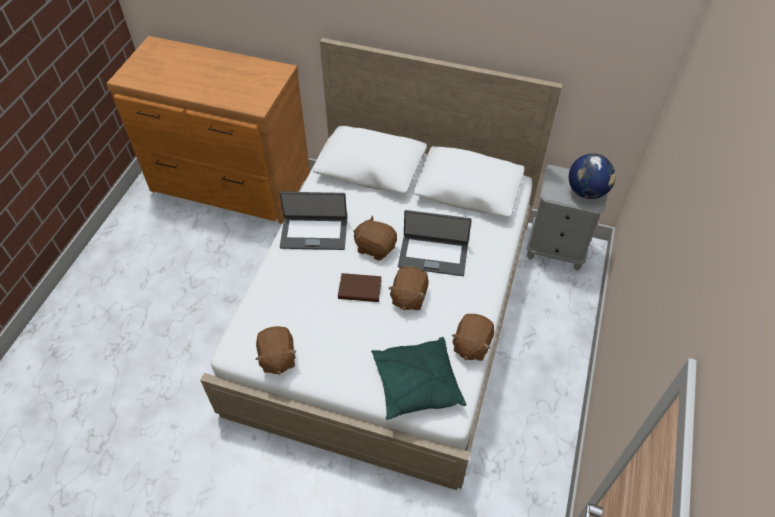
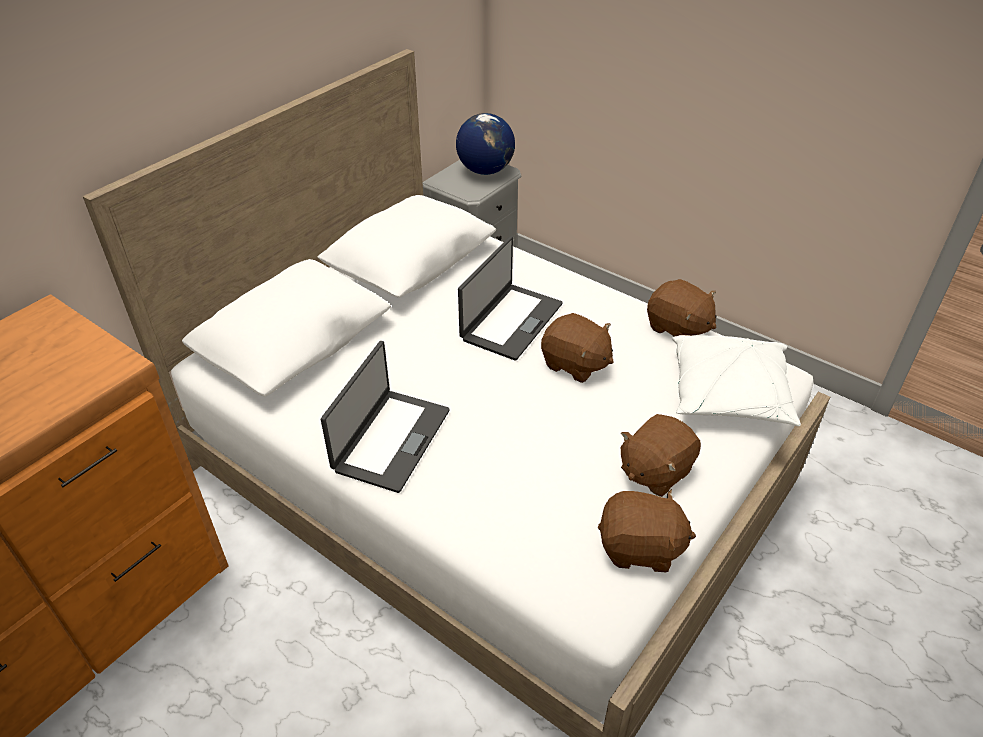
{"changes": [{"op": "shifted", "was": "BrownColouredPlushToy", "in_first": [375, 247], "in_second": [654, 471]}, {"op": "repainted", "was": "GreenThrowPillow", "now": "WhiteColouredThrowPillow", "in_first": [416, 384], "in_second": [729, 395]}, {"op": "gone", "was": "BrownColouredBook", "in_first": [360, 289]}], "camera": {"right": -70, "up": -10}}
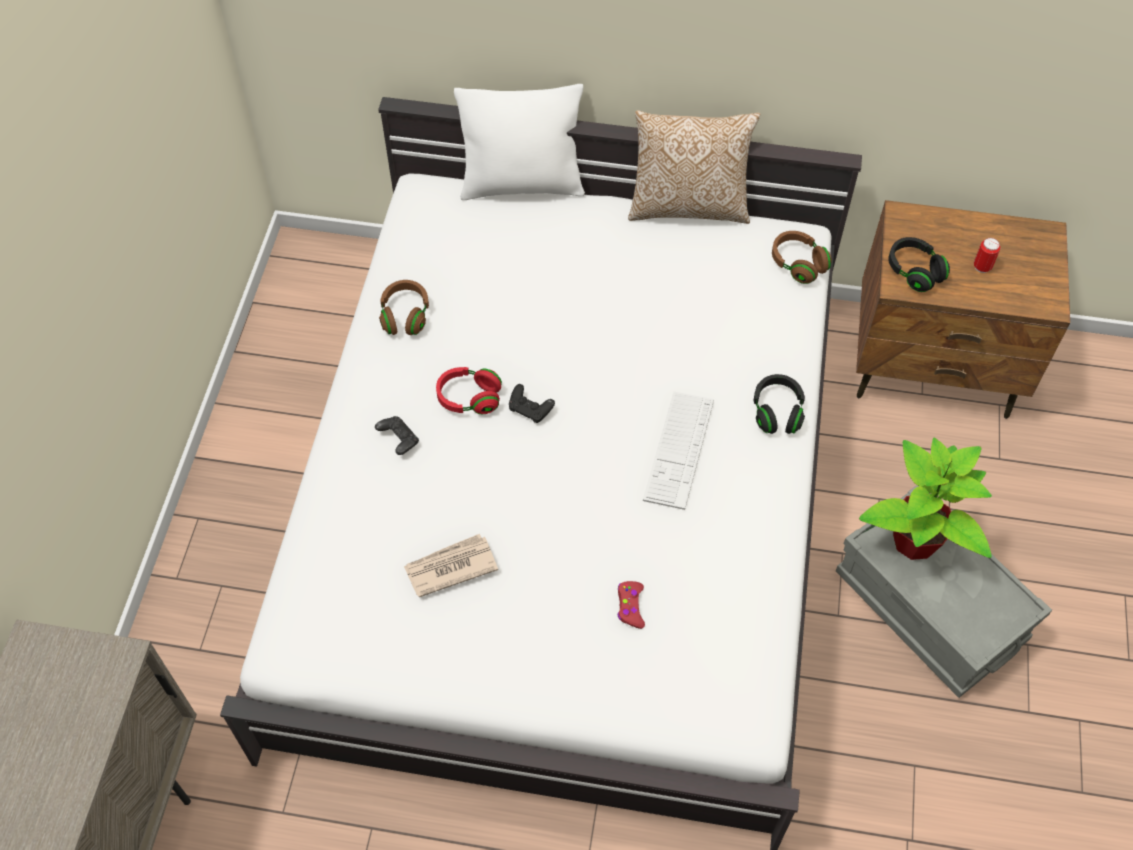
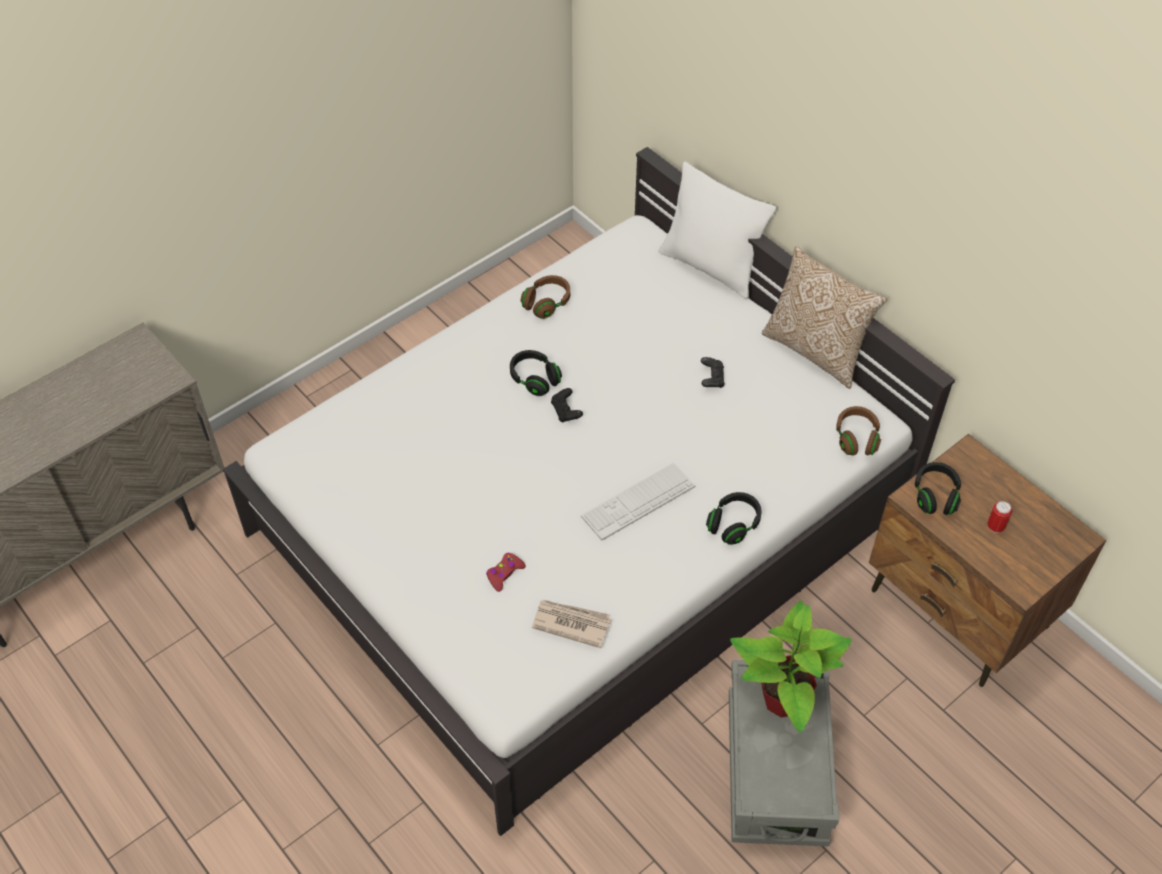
{"changes": [{"op": "repainted", "was": "ReddishPairOfHeadphones", "now": "BlackColouredPairOfHeadphones", "in_first": [469, 398], "in_second": [534, 379]}, {"op": "shifted", "was": "DailyPaper", "in_first": [450, 567], "in_second": [571, 623]}, {"op": "shifted", "was": "BlackColouredGamepad", "in_first": [399, 440], "in_second": [712, 379]}], "camera": {"right": 40, "up": -5}}
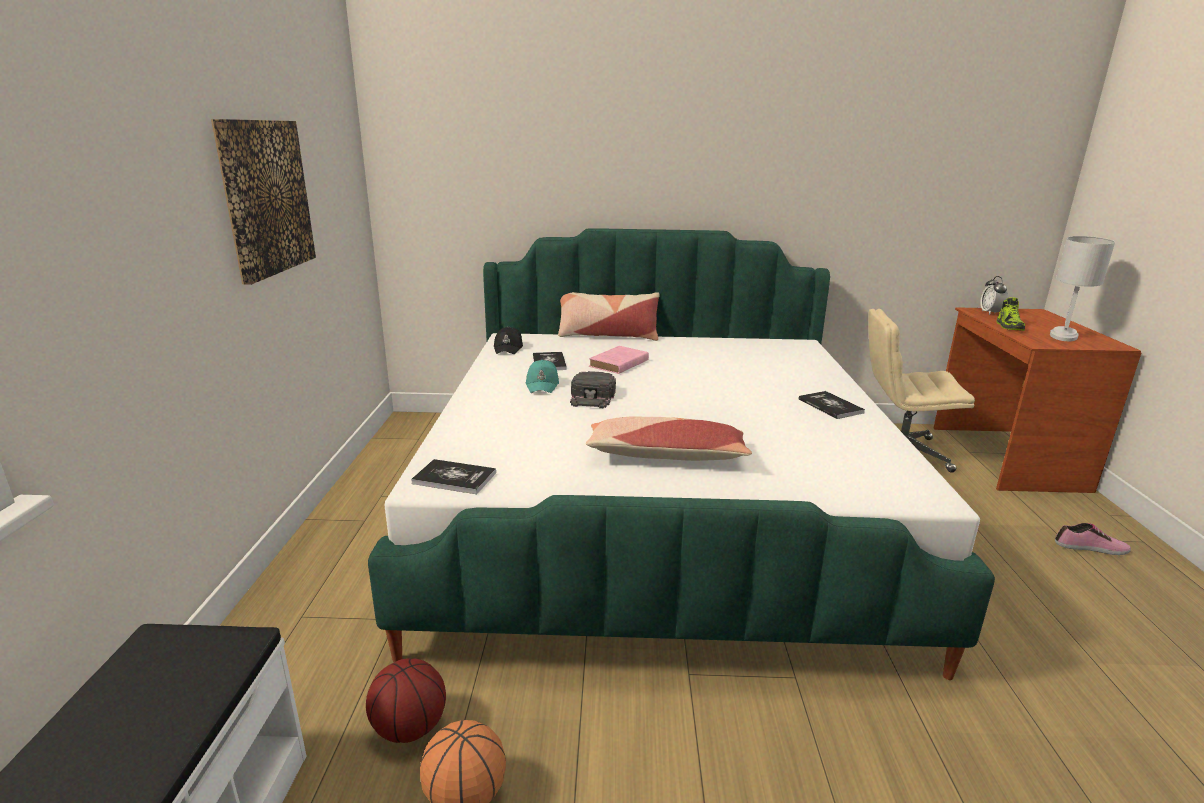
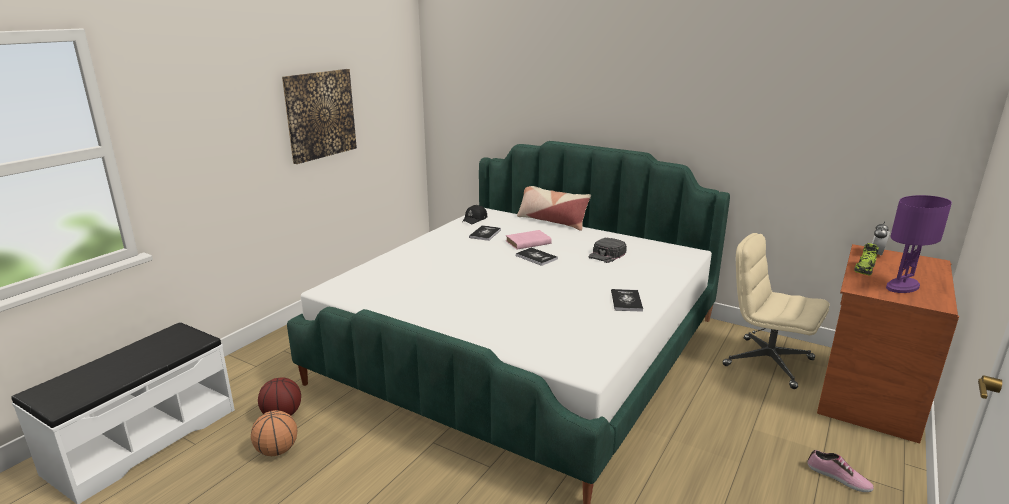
{"changes": [{"op": "shifted", "was": "Book", "in_first": [454, 478], "in_second": [536, 257]}, {"op": "shifted", "was": "BlackColouredPeakedCap", "in_first": [592, 396], "in_second": [607, 254]}, {"op": "repainted", "was": "WhiteColouredLampForATable", "now": "PurpleLampForATable", "in_first": [1064, 336], "in_second": [902, 287]}, {"op": "gone", "was": "TurquoisePeakedCap", "in_first": [543, 385]}, {"op": "gone", "was": "ThrowPillow", "in_first": [665, 455]}], "camera": {"right": 30, "up": 0}}
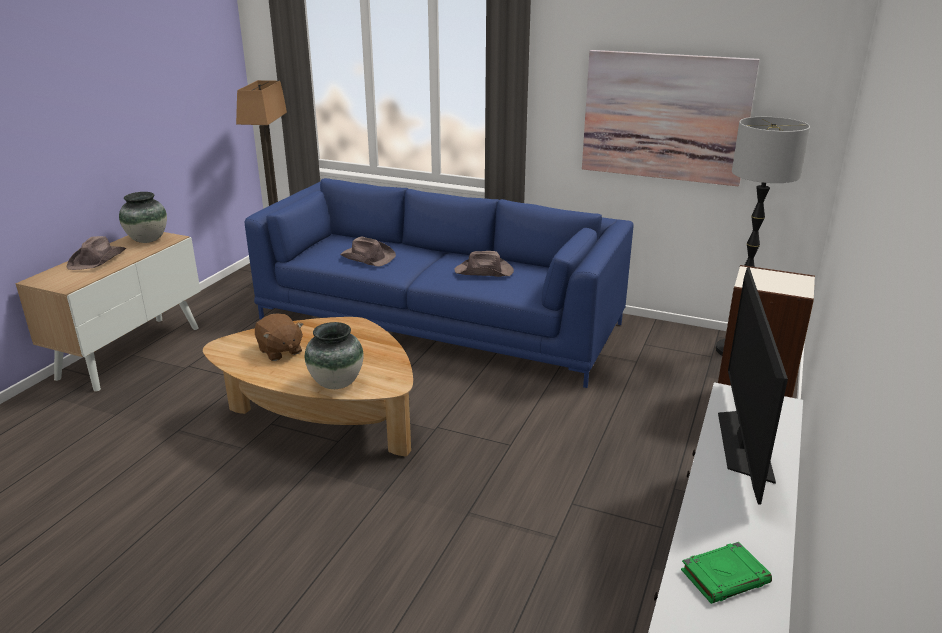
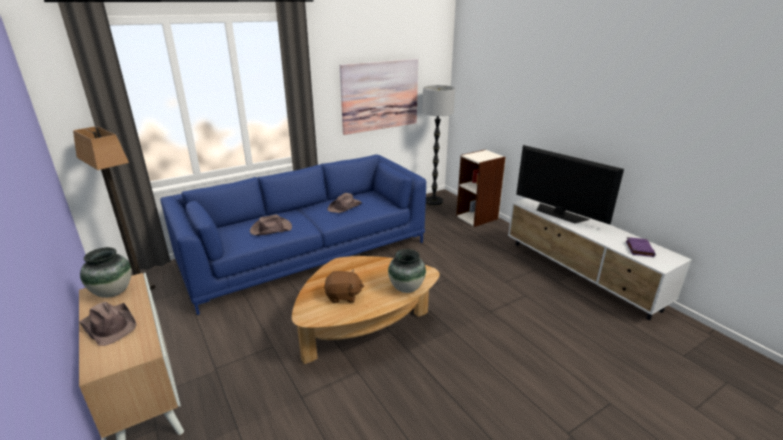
{"changes": [{"op": "repainted", "was": "GreenBook", "now": "PurpleBook", "in_first": [725, 576], "in_second": [639, 249]}], "camera": {"right": -55, "up": 0}}
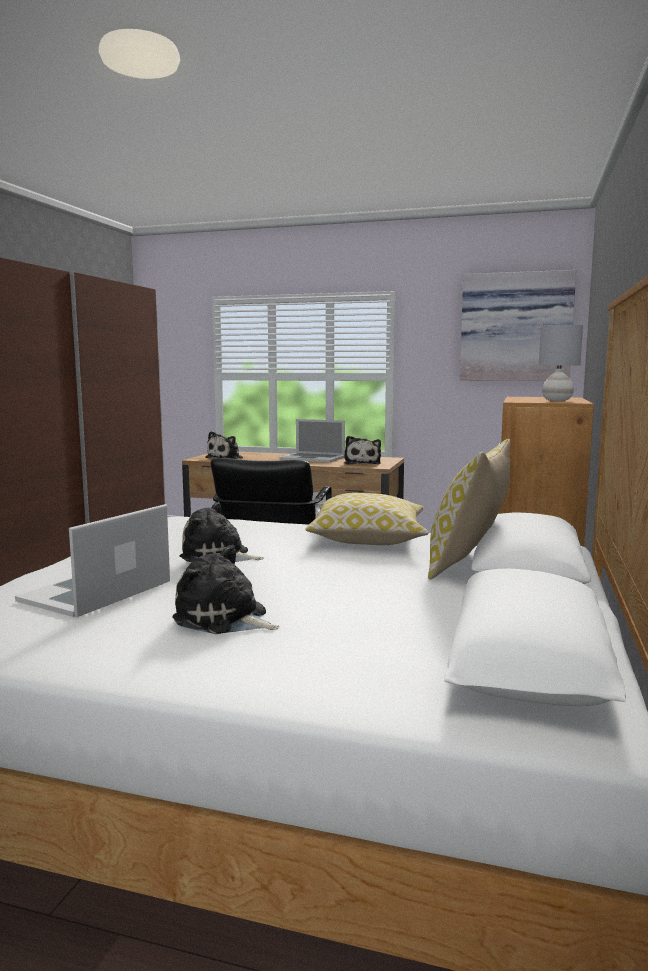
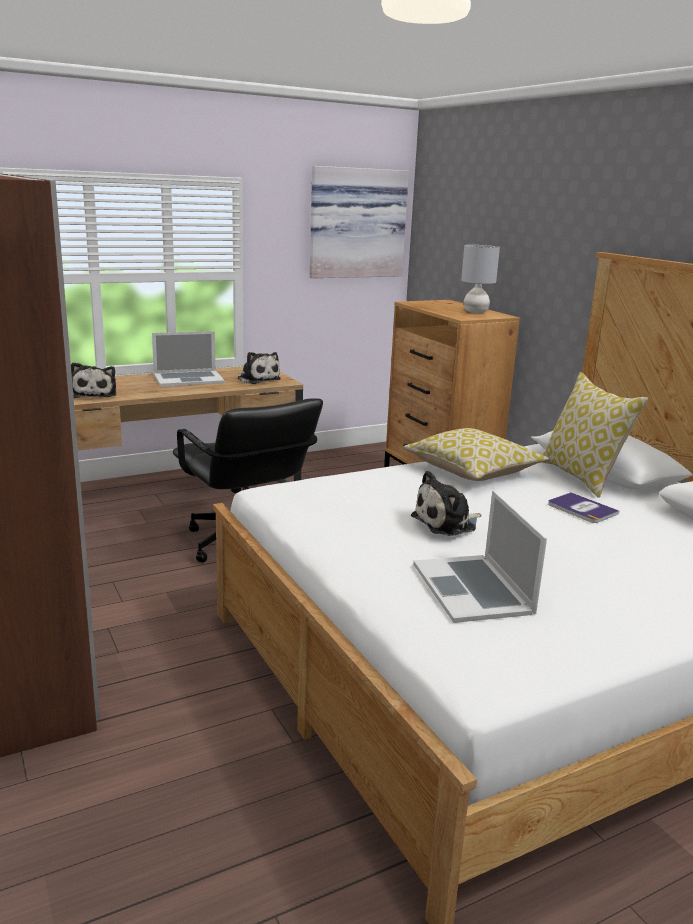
{"changes": [{"op": "new", "now": "Book", "in_second": [582, 509]}, {"op": "gone", "was": "PlushToy", "in_first": [224, 619]}], "camera": {"right": -45, "up": 10}}
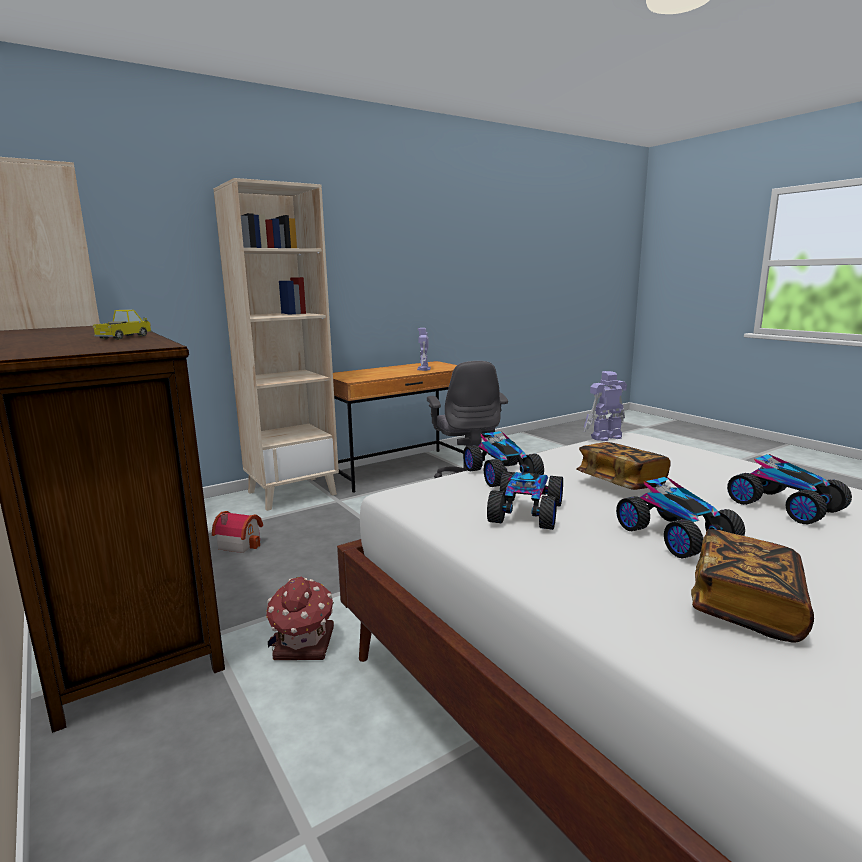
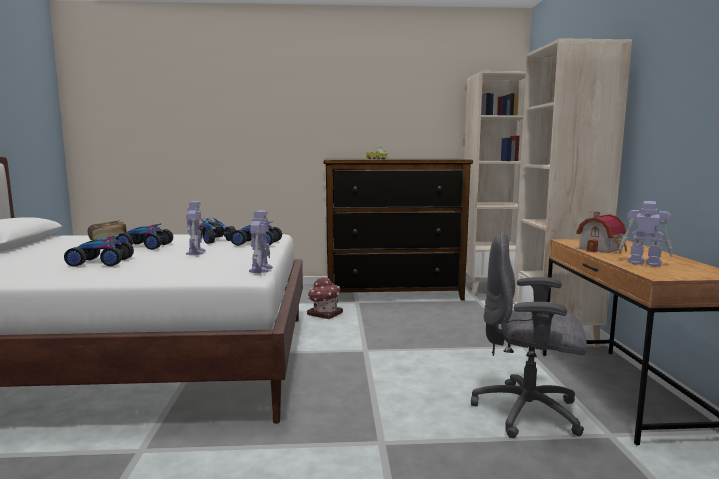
{"changes": [{"op": "swapped", "was": "Book", "now": "RobotFigure", "in_first": [621, 482], "in_second": [196, 252]}, {"op": "shifted", "was": "ModelHouse", "in_first": [240, 543], "in_second": [603, 249]}], "camera": {"right": 120, "up": -5}}
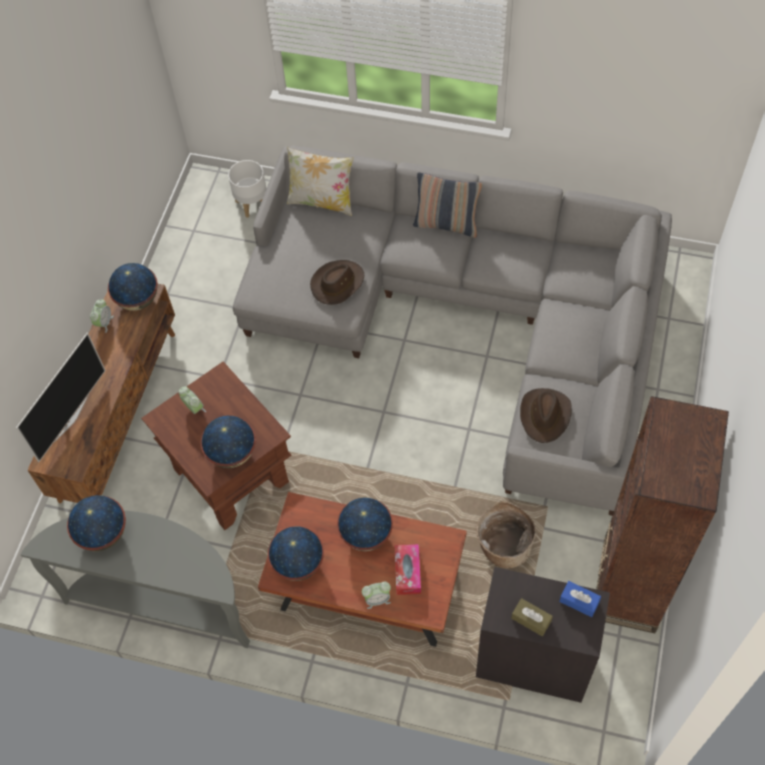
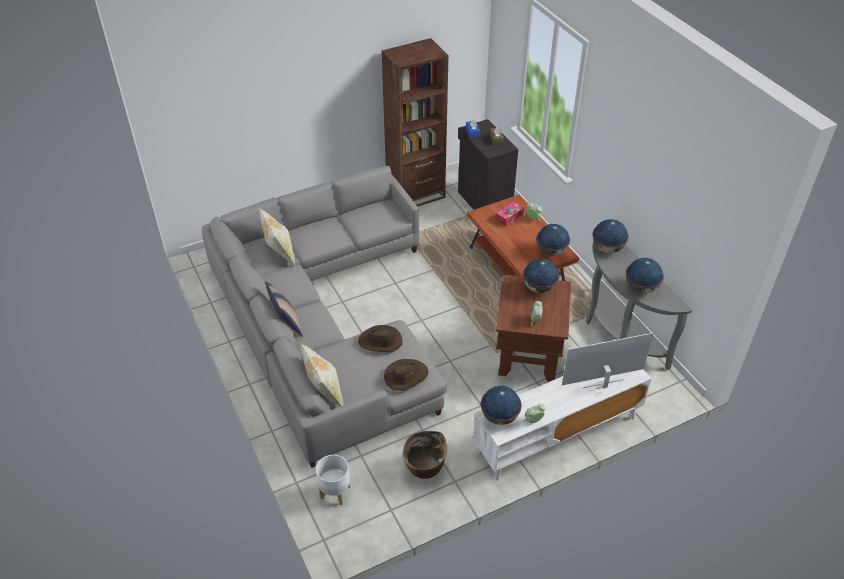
{"changes": [{"op": "new", "now": "ThrowPillow", "in_second": [279, 253]}, {"op": "shifted", "was": "BrownColouredHat", "in_first": [545, 415], "in_second": [406, 376]}, {"op": "shifted", "was": "HouseholdBasket", "in_first": [503, 547], "in_second": [424, 468]}, {"op": "repainted", "was": "BrownColouredMediaConsole", "now": "WhiteColouredMediaConsole", "in_first": [118, 413], "in_second": [557, 435]}, {"op": "shifted", "was": "WorldGlobe", "in_first": [365, 534], "in_second": [608, 248]}], "camera": {"right": -135, "up": -15}}
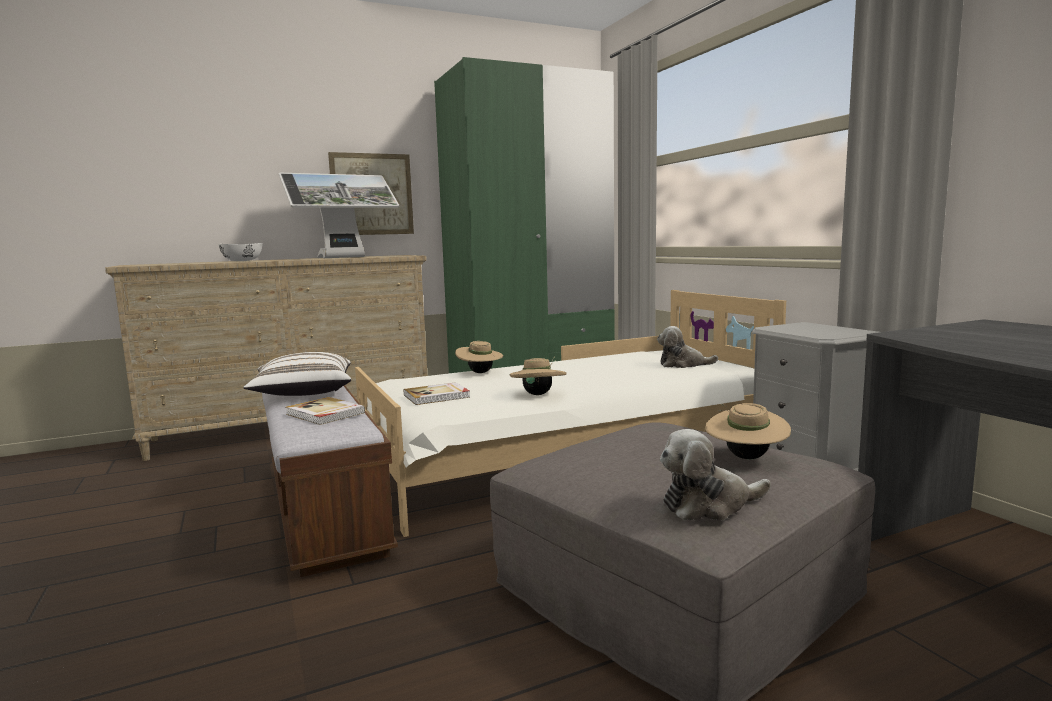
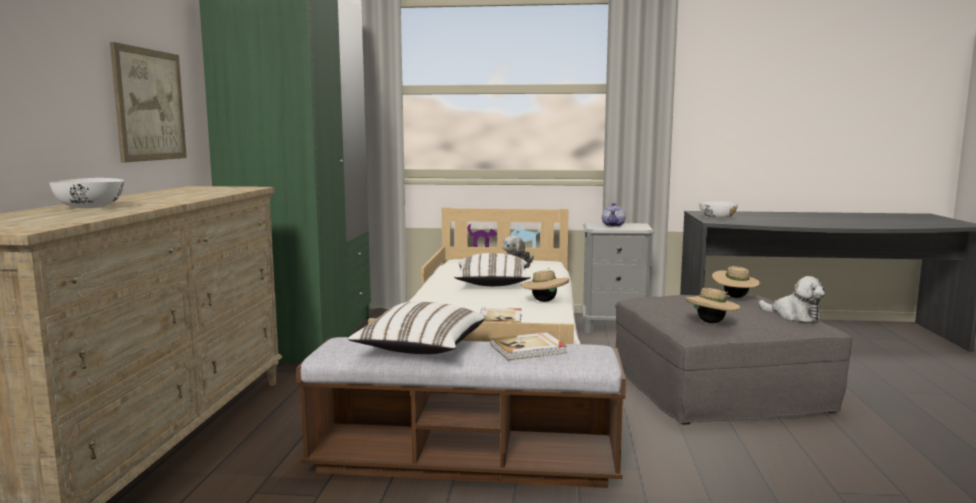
{"changes": [{"op": "new", "now": "WhiteColouredThrowPillow", "in_second": [492, 285]}, {"op": "new", "now": "TeaPot", "in_second": [613, 225]}, {"op": "shifted", "was": "SandColouredHat", "in_first": [480, 373], "in_second": [711, 322]}, {"op": "new", "now": "WhiteColouredServingBowl", "in_second": [717, 218]}, {"op": "rotated", "was": "PlushToy", "in_first": [709, 505], "in_second": [793, 316], "clockwise": -60}, {"op": "gone", "was": "ComputerScreen", "in_first": [344, 257]}], "camera": {"right": -60, "up": 0}}
